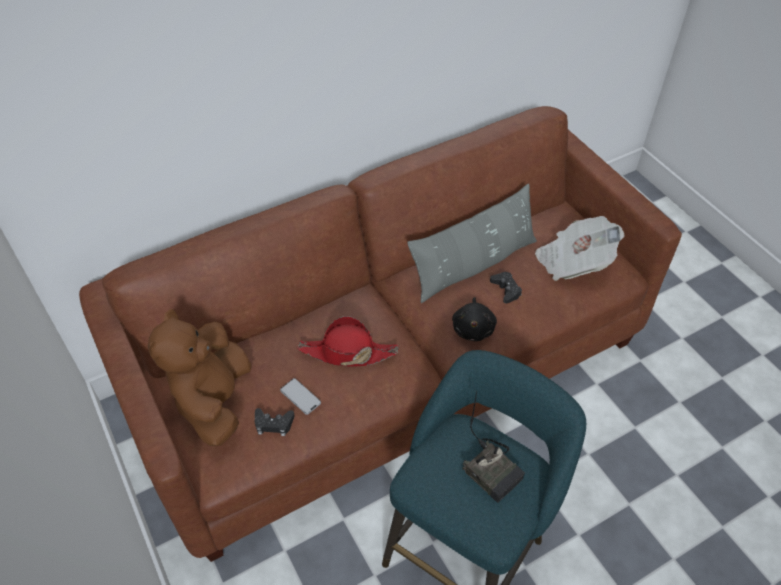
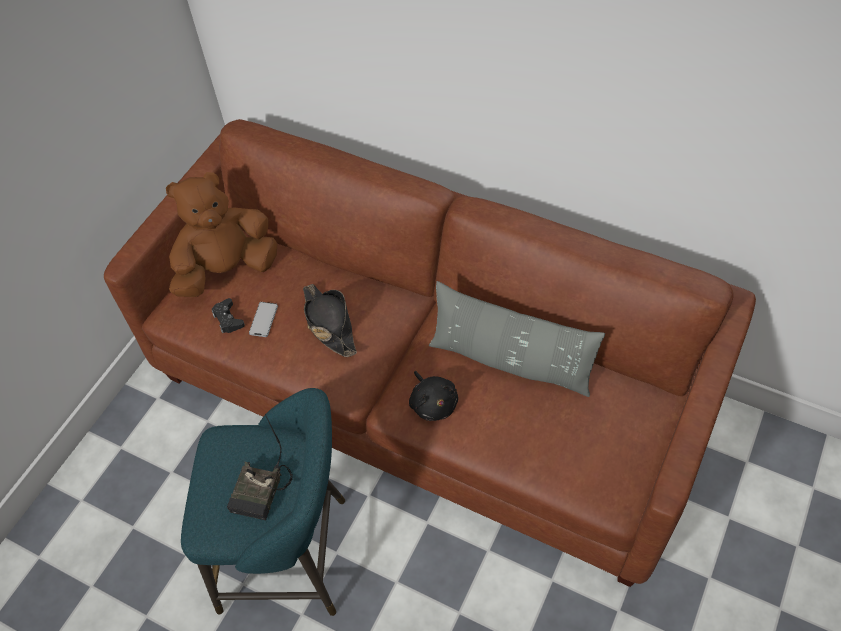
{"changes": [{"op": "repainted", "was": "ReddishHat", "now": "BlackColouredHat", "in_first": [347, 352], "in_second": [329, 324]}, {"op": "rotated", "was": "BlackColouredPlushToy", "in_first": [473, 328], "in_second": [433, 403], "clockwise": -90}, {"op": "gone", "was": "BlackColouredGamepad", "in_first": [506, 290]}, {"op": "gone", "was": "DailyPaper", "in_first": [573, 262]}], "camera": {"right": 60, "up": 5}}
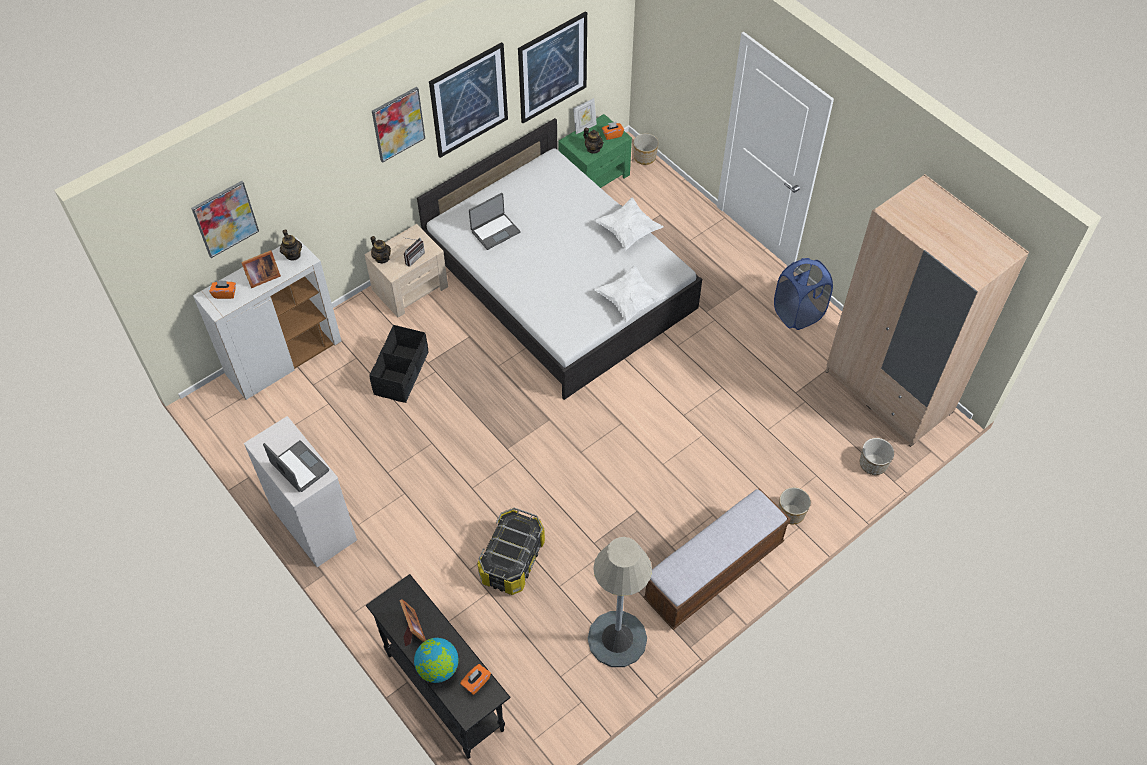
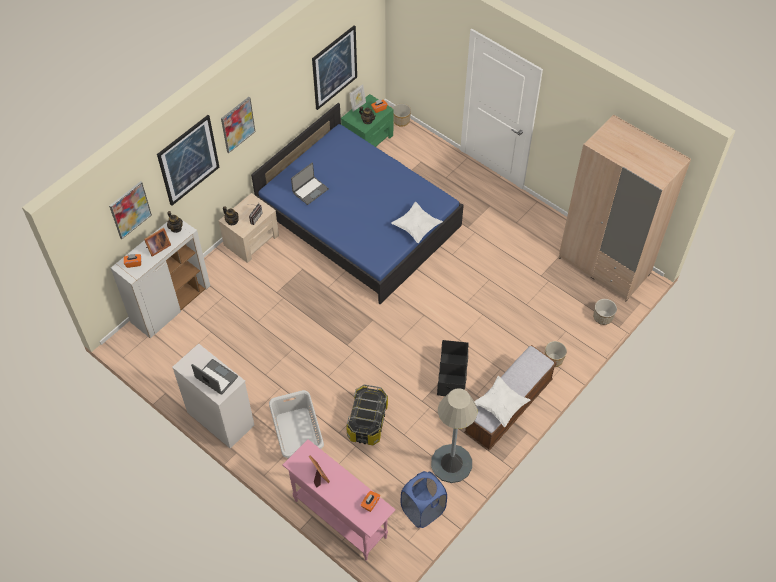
{"changes": [{"op": "shifted", "was": "WallArt", "in_first": [469, 100], "in_second": [188, 160]}, {"op": "repainted", "was": "WhiteColouredBedroomBed", "now": "BluishBedroomBed", "in_first": [559, 282], "in_second": [359, 221]}, {"op": "new", "now": "GreyHamper", "in_second": [298, 433]}, {"op": "repainted", "was": "BlackColouredHallTable", "now": "PinkColouredHallTable", "in_first": [445, 691], "in_second": [340, 518]}, {"op": "shifted", "was": "BluishHamper", "in_first": [798, 313], "in_second": [423, 510]}, {"op": "shifted", "was": "BlackColouredStorageBin", "in_first": [402, 373], "in_second": [452, 375]}, {"op": "shifted", "was": "WhiteColouredThrowPillow", "in_first": [628, 231], "in_second": [500, 405]}, {"op": "gone", "was": "WorldGlobe", "in_first": [438, 668]}], "camera": {"right": -10, "up": 0}}
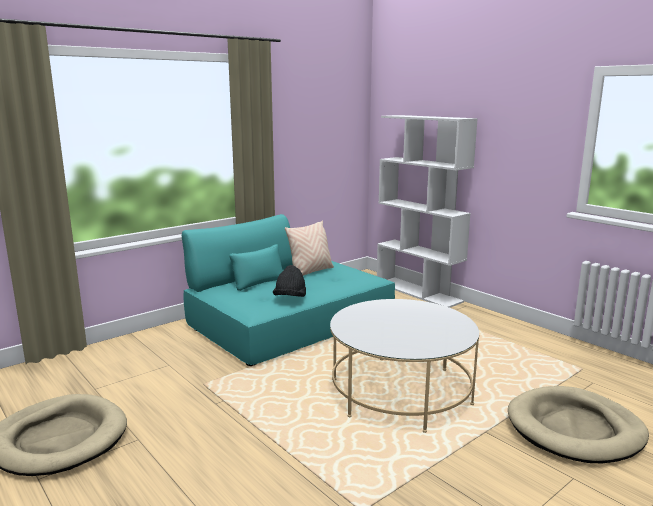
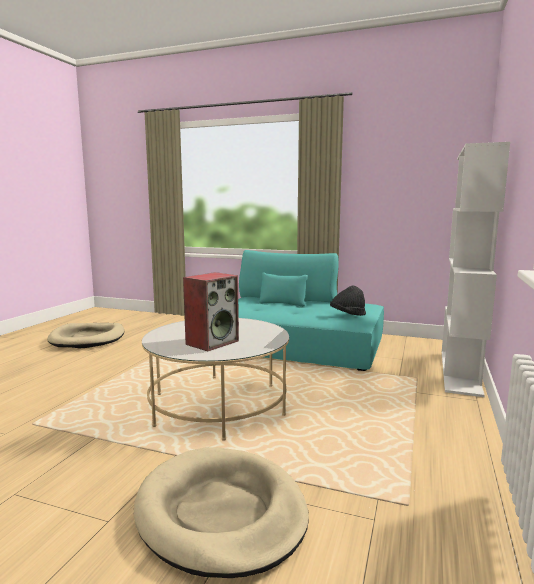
{"changes": [{"op": "new", "now": "Speaker", "in_second": [212, 342]}, {"op": "shifted", "was": "BlackColouredHat", "in_first": [290, 298], "in_second": [347, 315]}, {"op": "gone", "was": "SandColouredThrowPillow", "in_first": [310, 272]}], "camera": {"right": 60, "up": -5}}
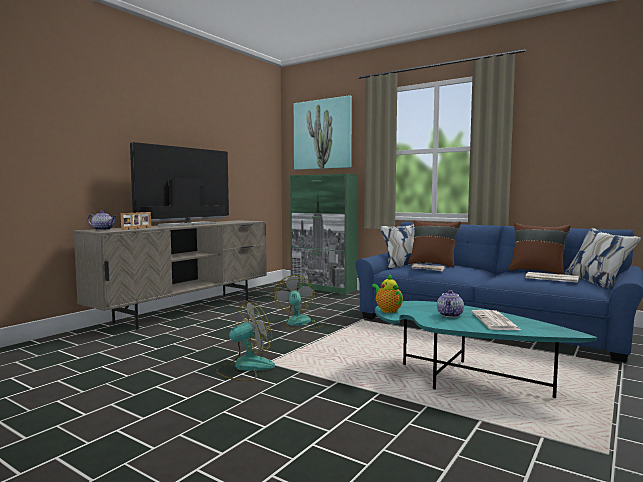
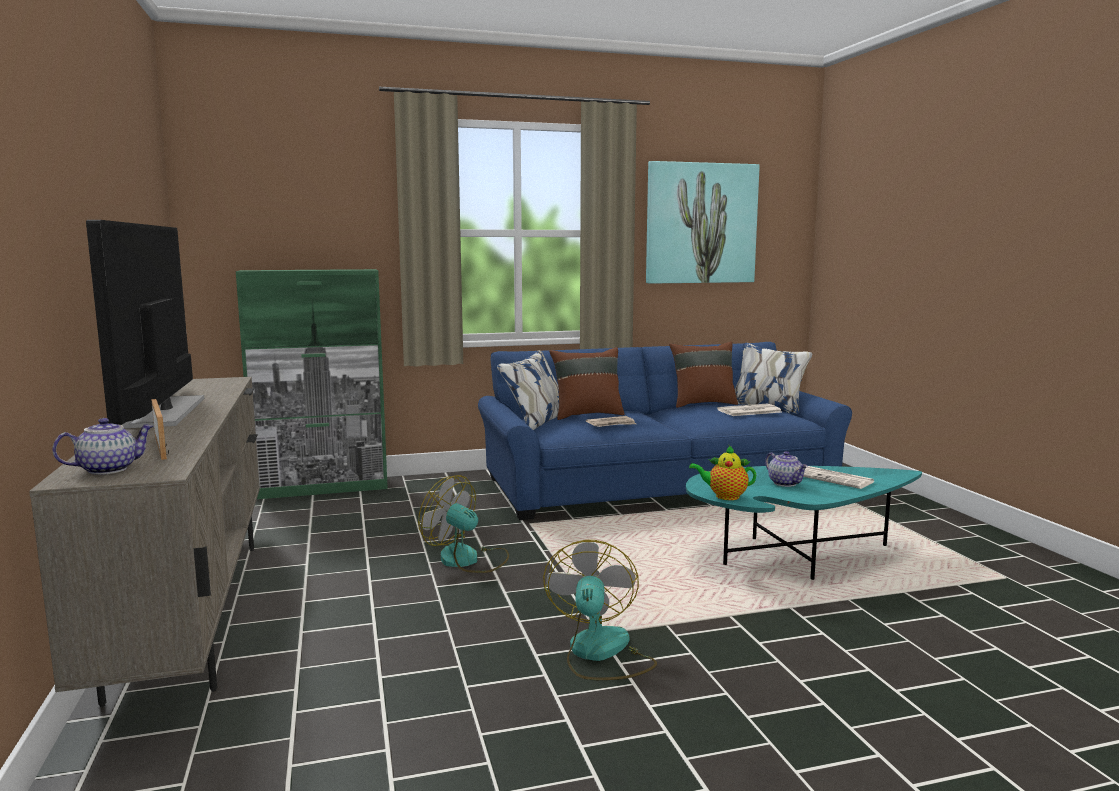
{"changes": [{"op": "shifted", "was": "WallArt", "in_first": [323, 134], "in_second": [700, 223]}], "camera": {"right": -50, "up": 5}}
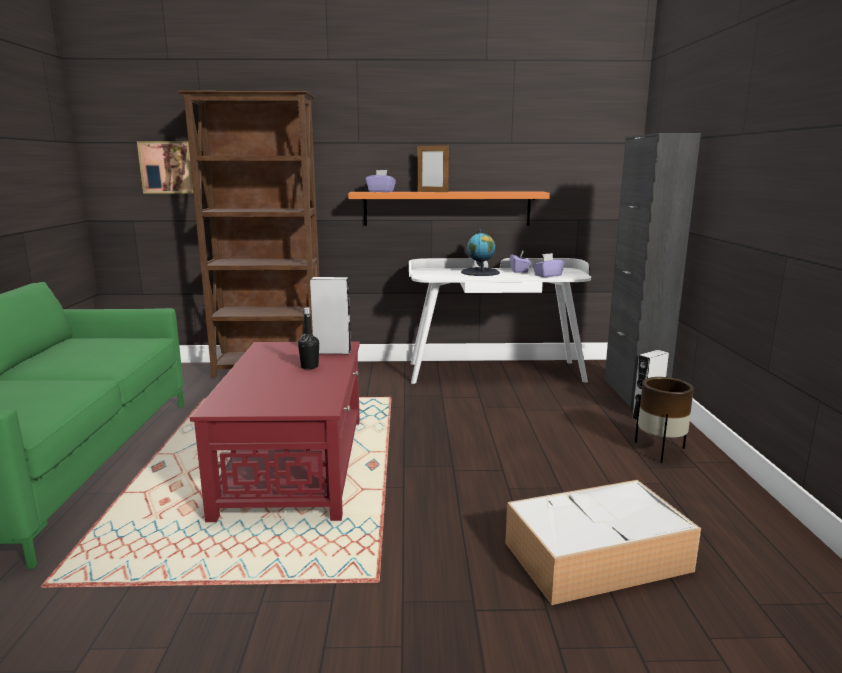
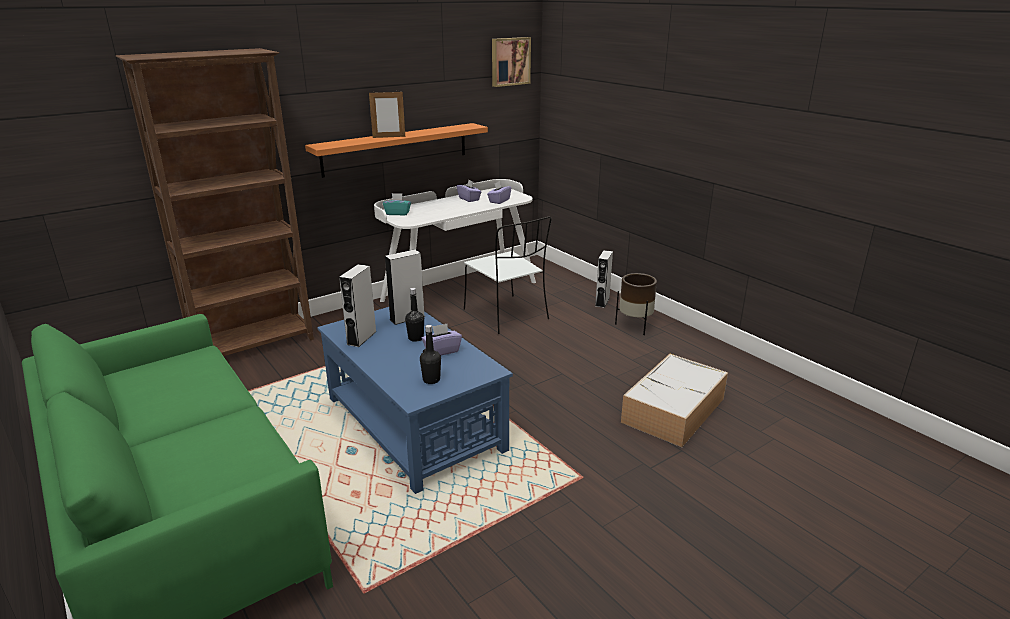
{"changes": [{"op": "repainted", "was": "ReddishCoffeeTable", "now": "BluishCoffeeTable", "in_first": [296, 464], "in_second": [414, 423]}, {"op": "new", "now": "GreySpeaker", "in_second": [361, 338]}, {"op": "new", "now": "TurquoiseTissueHolder", "in_second": [398, 213]}, {"op": "new", "now": "BlackColouredBottle", "in_second": [431, 380]}, {"op": "shifted", "was": "PurpleTissueHolder", "in_first": [381, 191], "in_second": [442, 351]}, {"op": "new", "now": "WhiteColouredPlainChair", "in_second": [507, 315]}, {"op": "shifted", "was": "WallArt", "in_first": [167, 167], "in_second": [510, 61]}, {"op": "gone", "was": "WorldGlobe", "in_first": [480, 272]}, {"op": "gone", "was": "BlackColouredCupboard", "in_first": [634, 394]}], "camera": {"right": -35, "up": 10}}
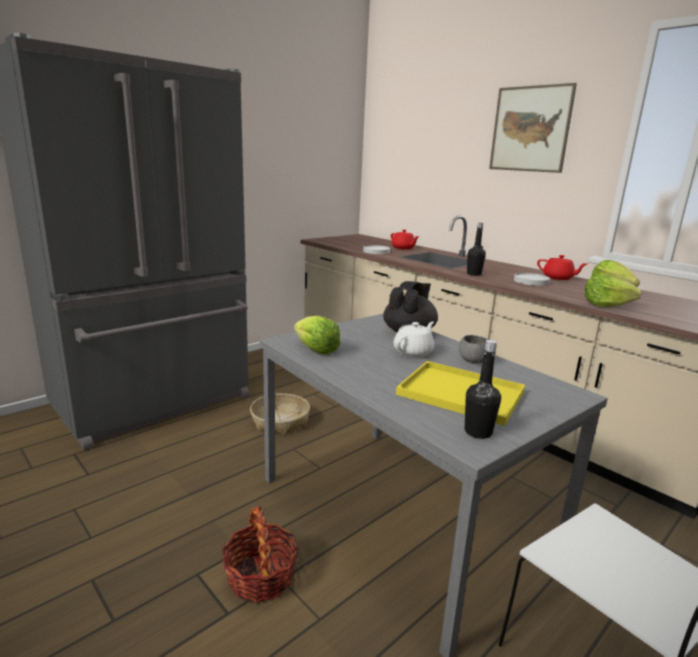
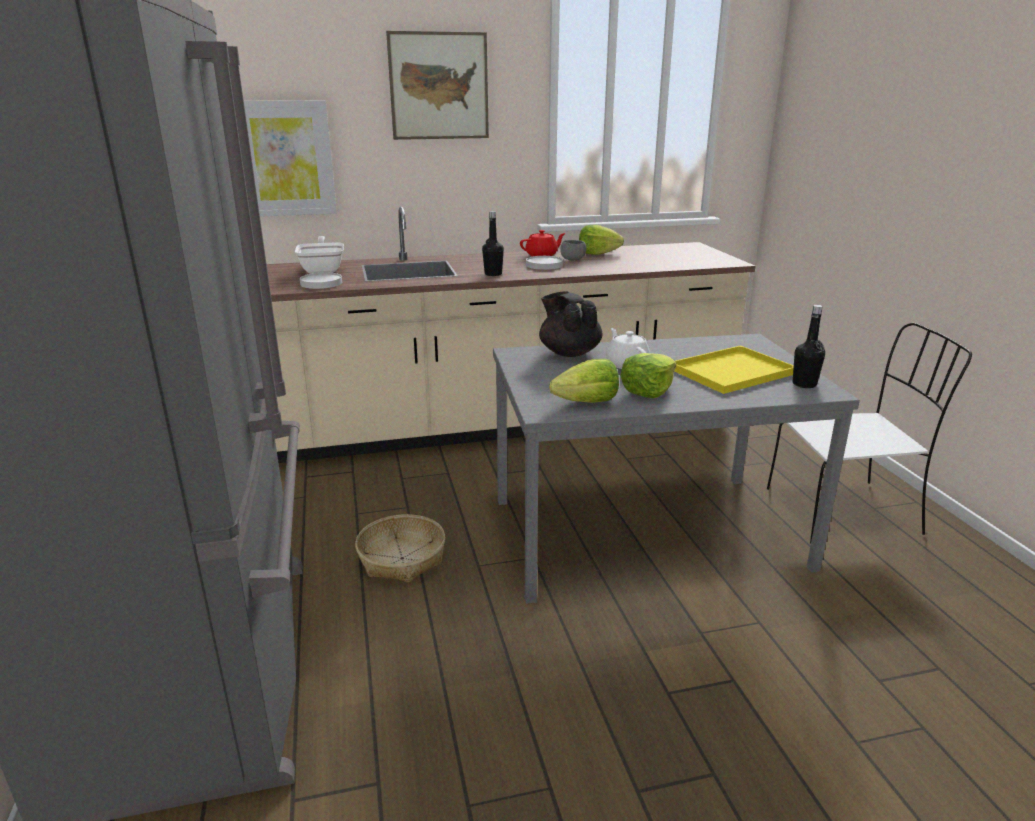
{"changes": [{"op": "new", "now": "WallArt", "in_second": [286, 159]}, {"op": "swapped", "was": "ReddishTeaPot", "now": "Skillet", "in_first": [403, 248], "in_second": [323, 270]}, {"op": "shifted", "was": "GreyServingBowl", "in_first": [473, 361], "in_second": [573, 260]}, {"op": "shifted", "was": "LettuceHead", "in_first": [606, 305], "in_second": [647, 391]}, {"op": "gone", "was": "HouseholdBasket", "in_first": [260, 577]}], "camera": {"right": -60, "up": 5}}
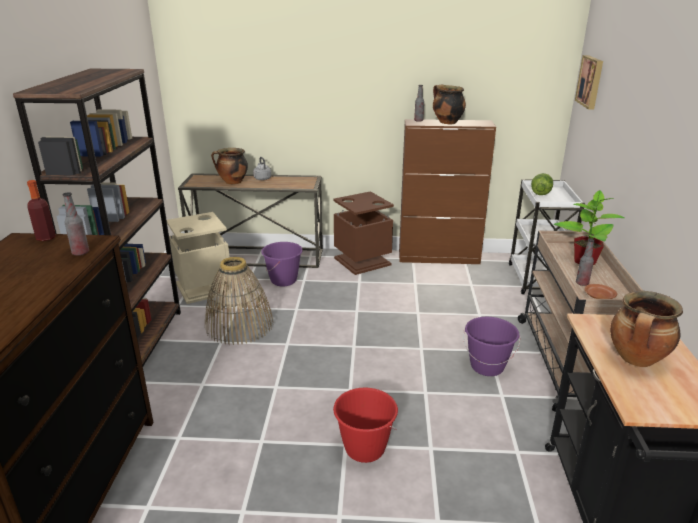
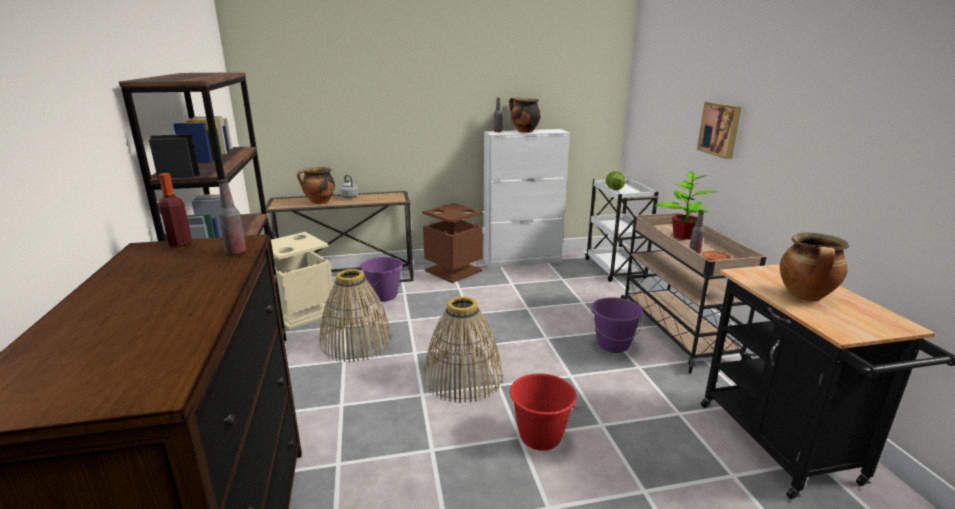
{"changes": [{"op": "new", "now": "HouseholdBasket", "in_second": [463, 378]}, {"op": "repainted", "was": "BrownColouredCupboard", "now": "WhiteColouredCupboard", "in_first": [439, 257], "in_second": [522, 260]}, {"op": "shifted", "was": "WallArt", "in_first": [591, 81], "in_second": [720, 129]}], "camera": {"right": -15, "up": -5}}
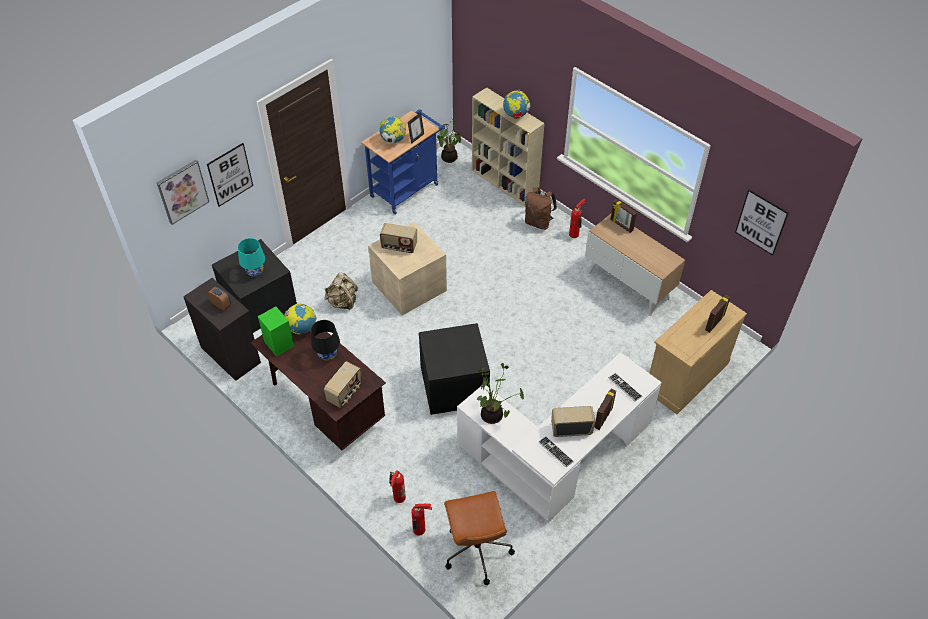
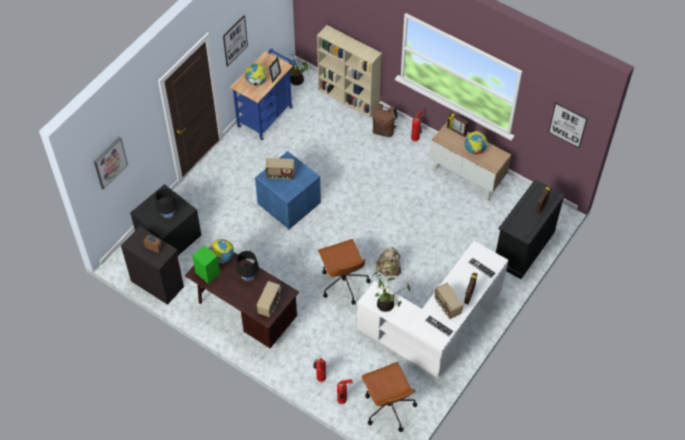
{"changes": [{"op": "repainted", "was": "TurquoiseLampForATable", "now": "BlackColouredLampForATable", "in_first": [255, 272], "in_second": [168, 213]}, {"op": "shifted", "was": "WallArt", "in_first": [230, 174], "in_second": [235, 40]}, {"op": "repainted", "was": "SandColouredStorageBin", "now": "BluishStorageBin", "in_first": [409, 285], "in_second": [289, 202]}, {"op": "swapped", "was": "BlackColouredStorageBin", "now": "BrownColouredDeskChair", "in_first": [453, 386], "in_second": [343, 283]}, {"op": "shifted", "was": "SandColouredKnapsack", "in_first": [342, 302], "in_second": [389, 269]}, {"op": "rotated", "was": "RadioSet", "in_first": [571, 429], "in_second": [447, 306], "clockwise": -105}, {"op": "shifted", "was": "WorldGlobe", "in_first": [516, 115], "in_second": [475, 150]}, {"op": "repainted", "was": "SandColouredDrawerChest", "now": "BlackColouredDrawerChest", "in_first": [685, 376], "in_second": [523, 247]}], "camera": {"right": -10, "up": 5}}
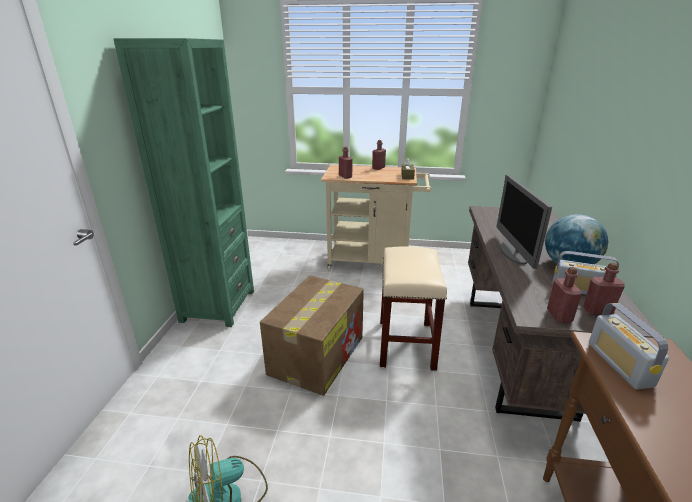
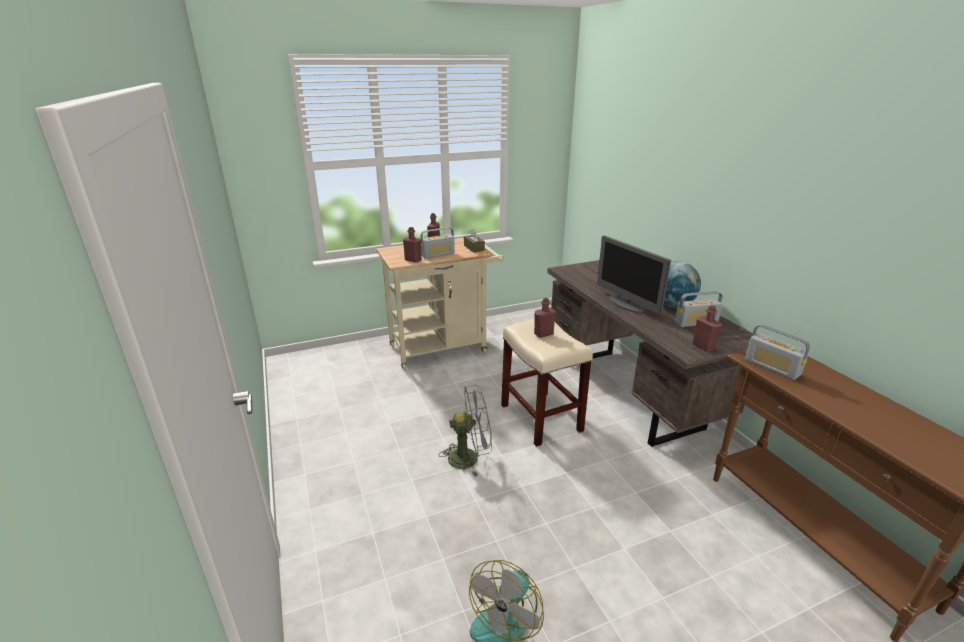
{"changes": [{"op": "new", "now": "RadioSet", "in_second": [438, 254]}, {"op": "swapped", "was": "CardboardBox", "now": "GreyElectricFan", "in_first": [317, 354], "in_second": [470, 457]}, {"op": "shifted", "was": "ReddishBottle", "in_first": [597, 311], "in_second": [543, 334]}, {"op": "gone", "was": "GreenBookshelf", "in_first": [218, 306]}], "camera": {"right": -30, "up": 0}}
